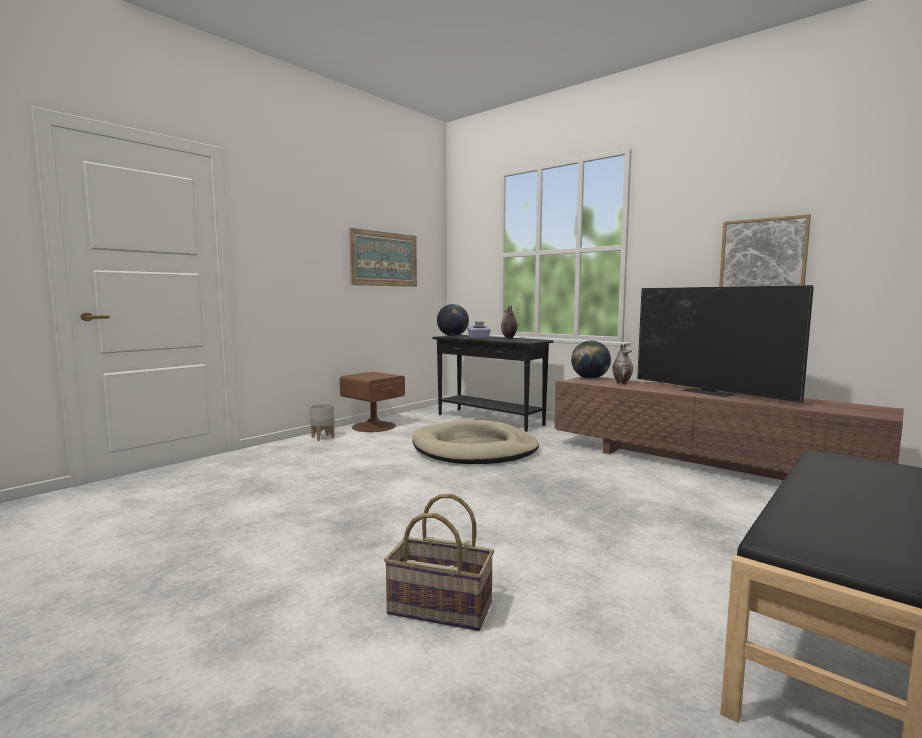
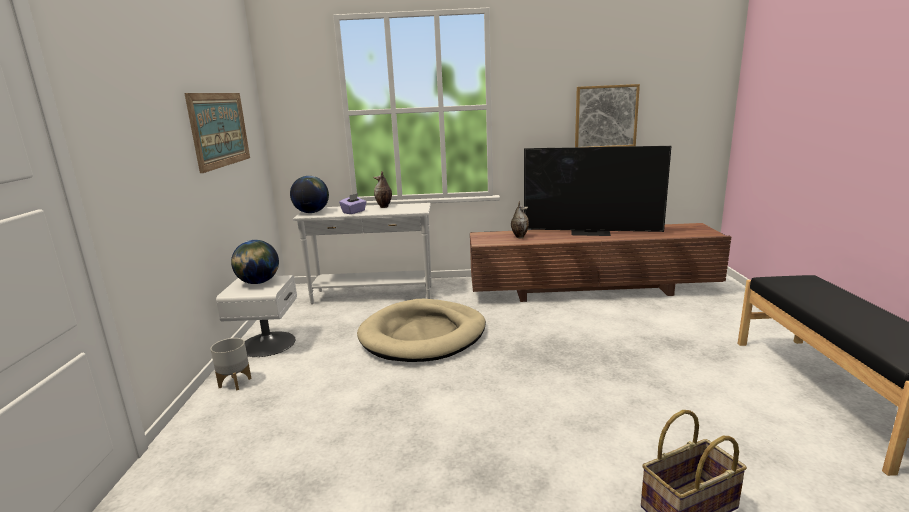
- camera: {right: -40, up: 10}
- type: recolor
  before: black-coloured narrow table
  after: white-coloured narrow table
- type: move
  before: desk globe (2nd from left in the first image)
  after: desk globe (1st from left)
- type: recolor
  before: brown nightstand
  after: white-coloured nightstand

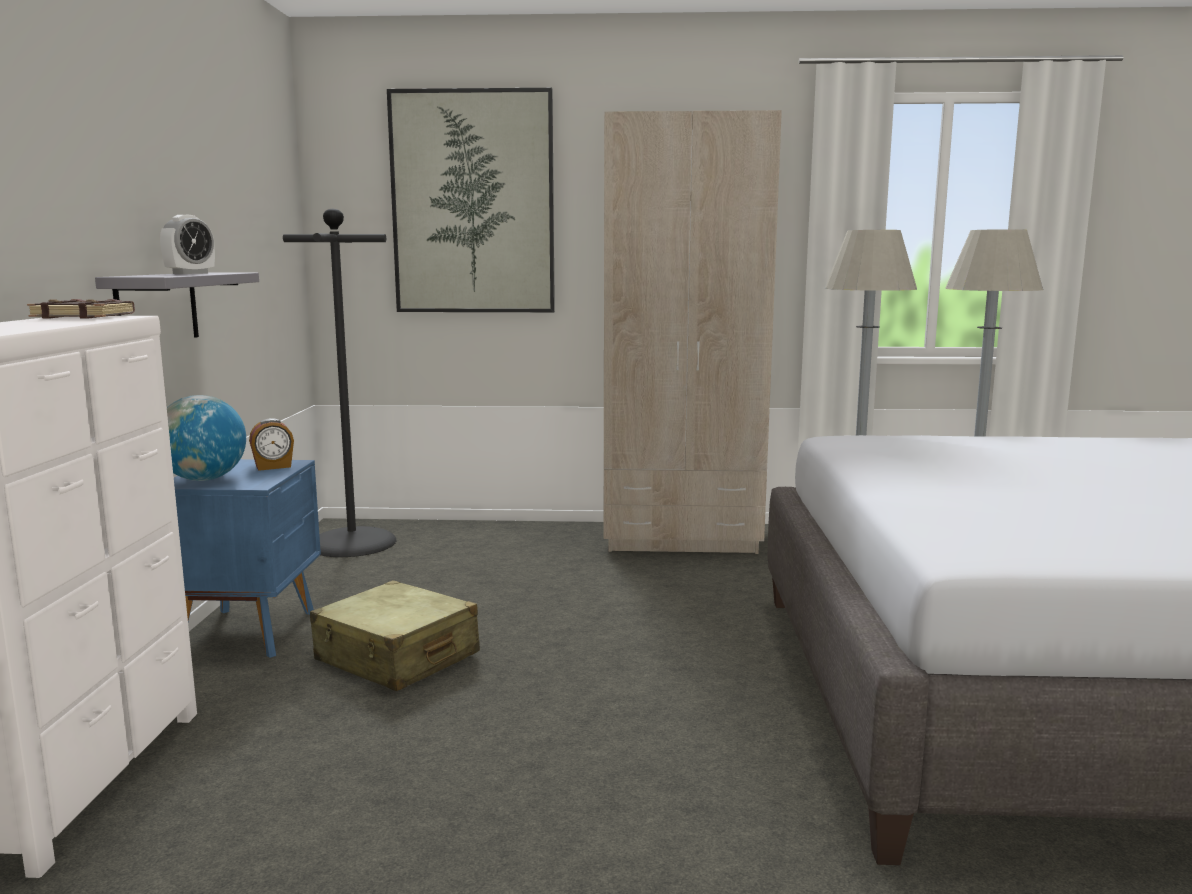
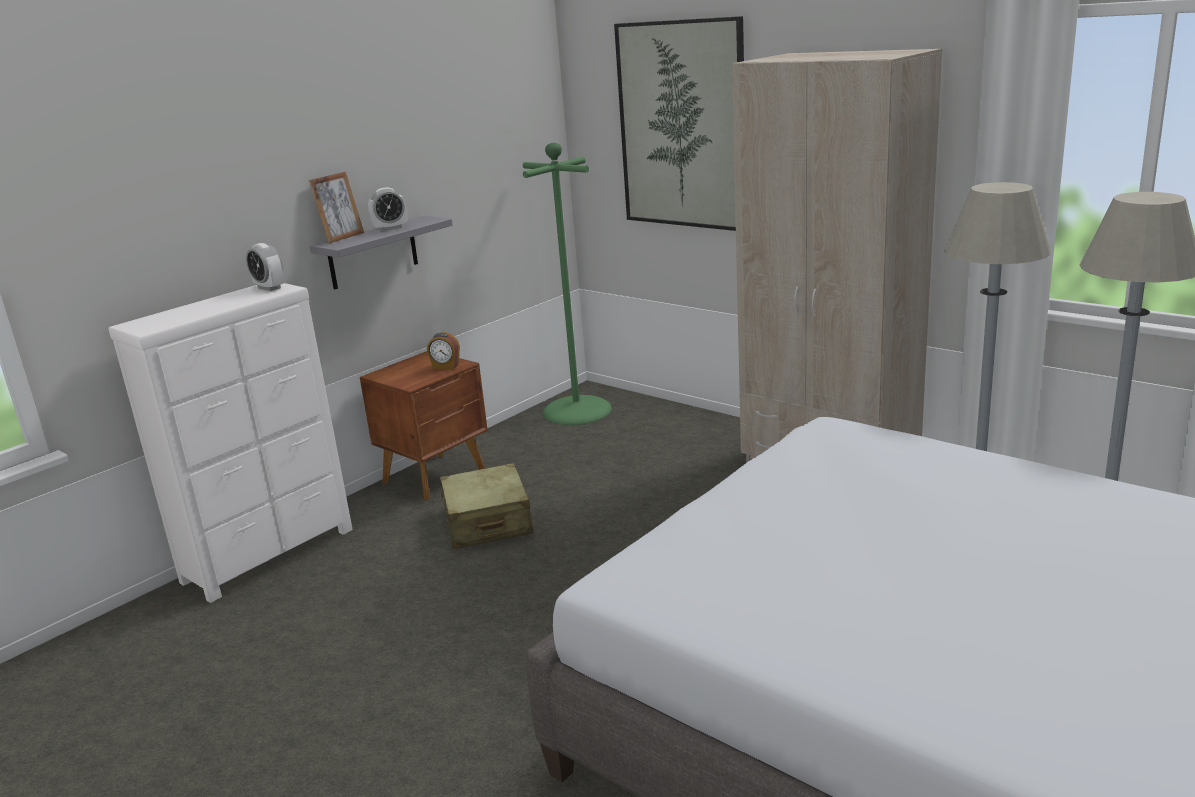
- camera: {right: 40, up: 10}
- type: recolor
  before: black-coloured clothes rack
  after: green-coloured clothes rack
- type: replace
  before: brown book
  after: table clock (1st from left)
- type: delete
  before: desk globe
- type: recolor
  before: blue-coloured nightstand
  after: brown nightstand
- type: insert
  after: picture frame

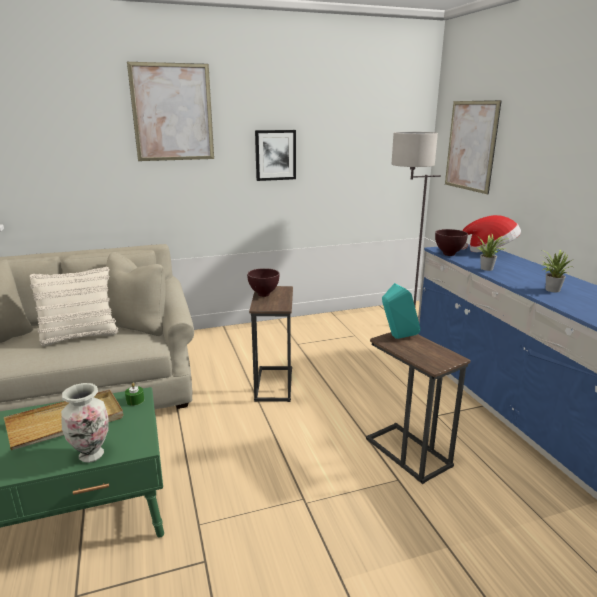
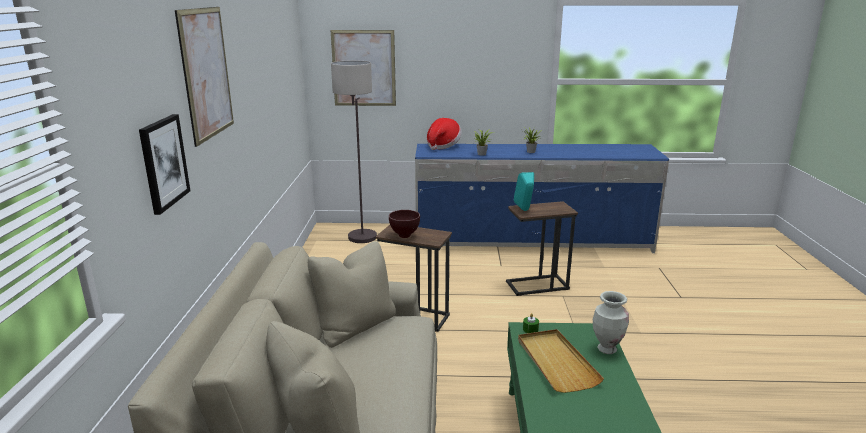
- camera: {right: -70, up: 0}
- type: move
  before: wall art (2nd from left in the first image)
  after: wall art (1st from left)
- type: delete
  before: brown deep dish (2nd from left)
- type: delete
  before: sand-coloured cushion

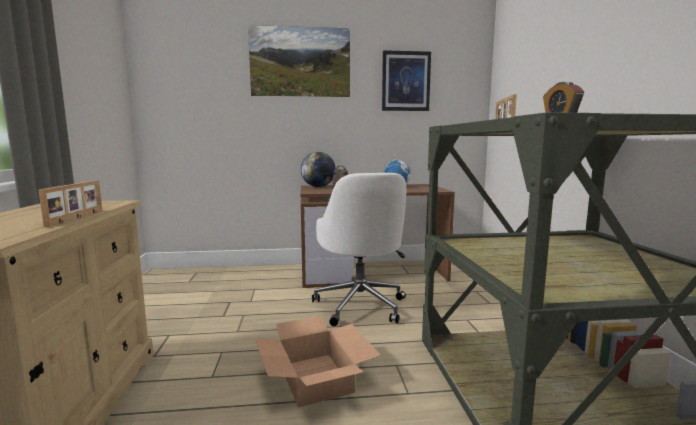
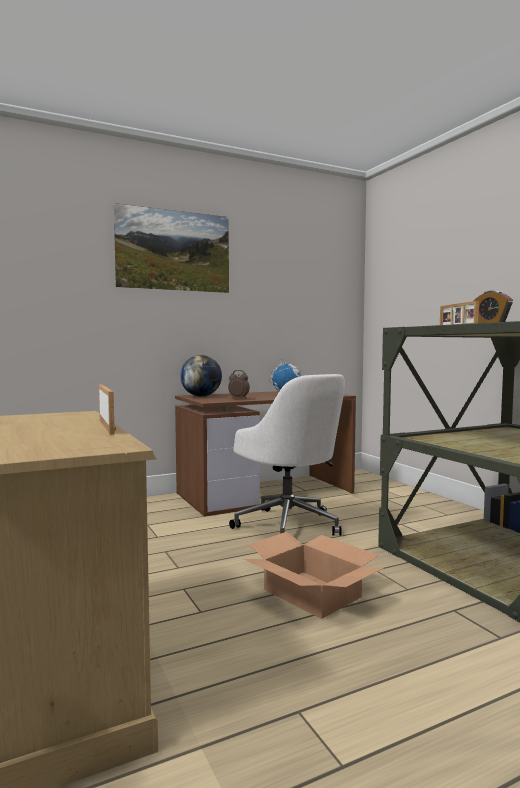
- camera: {right: -20, up: -5}
- type: delete
  before: wall art (2nd from left)

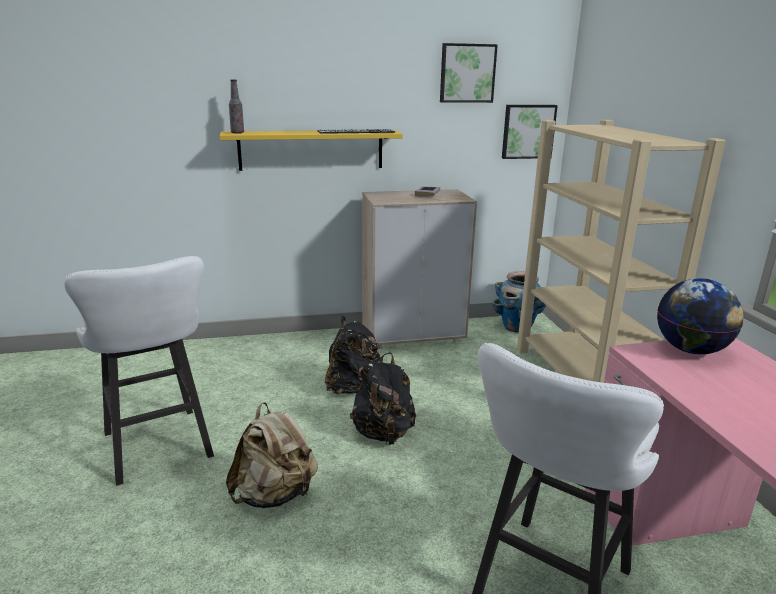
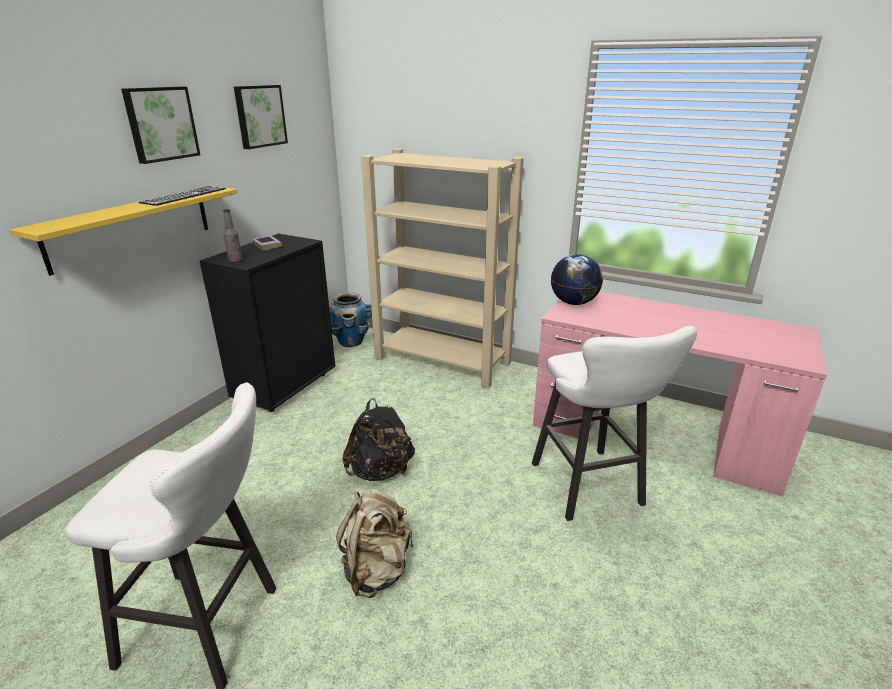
- camera: {right: -50, up: 5}
- type: move
  before: beverage bottle
- type: move
  before: wall art (2nd from left in the first image)
  after: wall art (1st from left)
- type: recolor
  before: sand-coloured cabinet
  after: black-coloured cabinet
- type: delete
  before: black-coloured knapsack (1st from left)

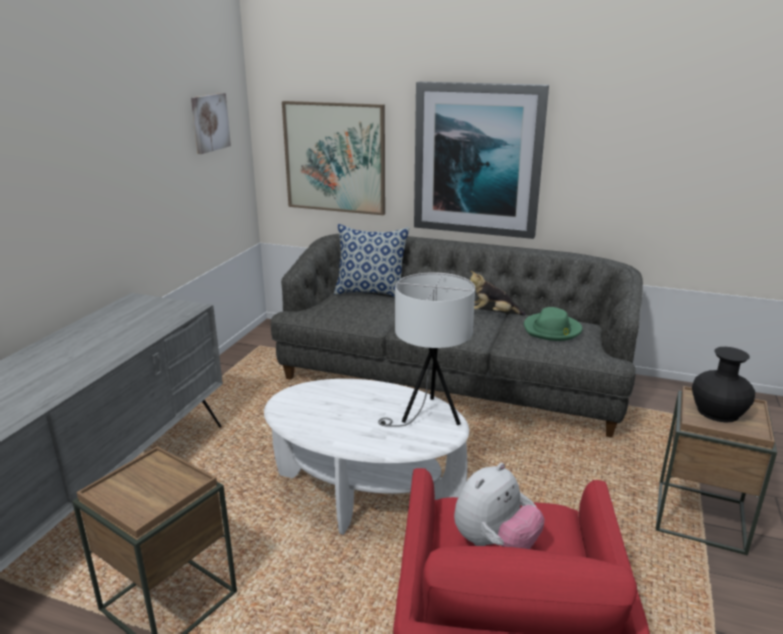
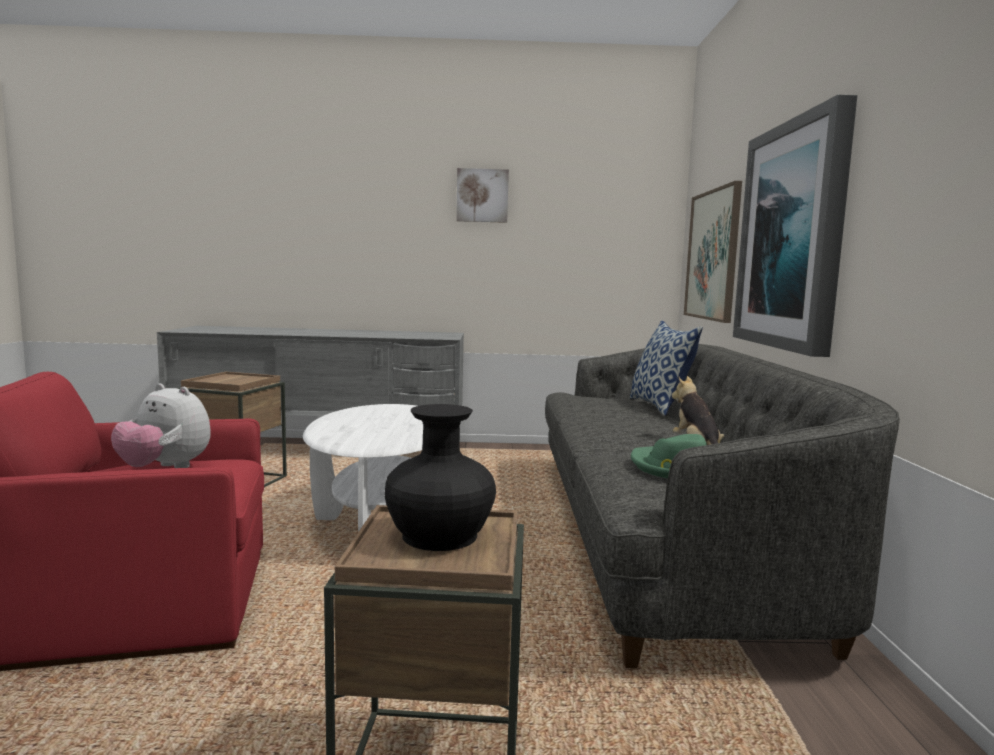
- camera: {right: 70, up: -15}
- type: move
  before: wall art (1st from left)
- type: delete
  before: white-coloured tabletop lamp

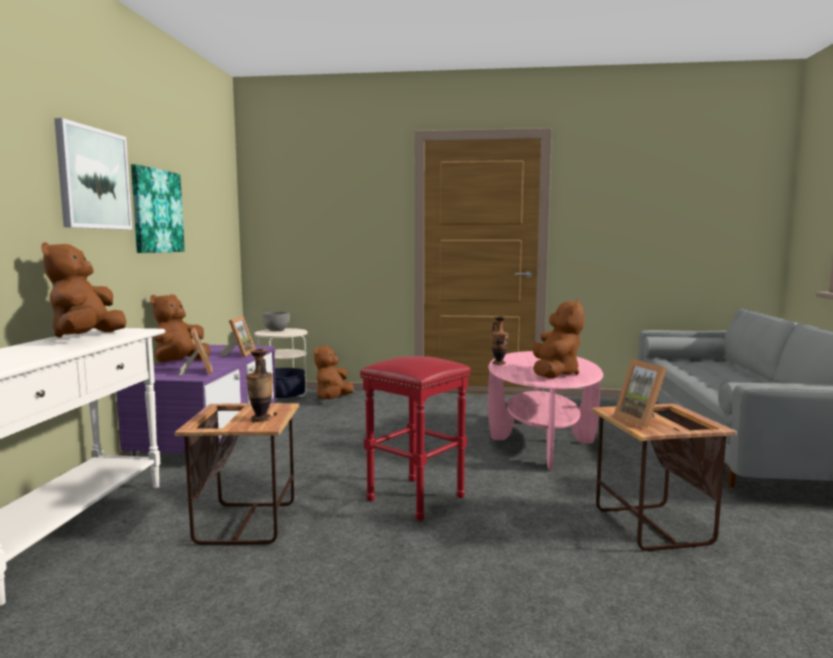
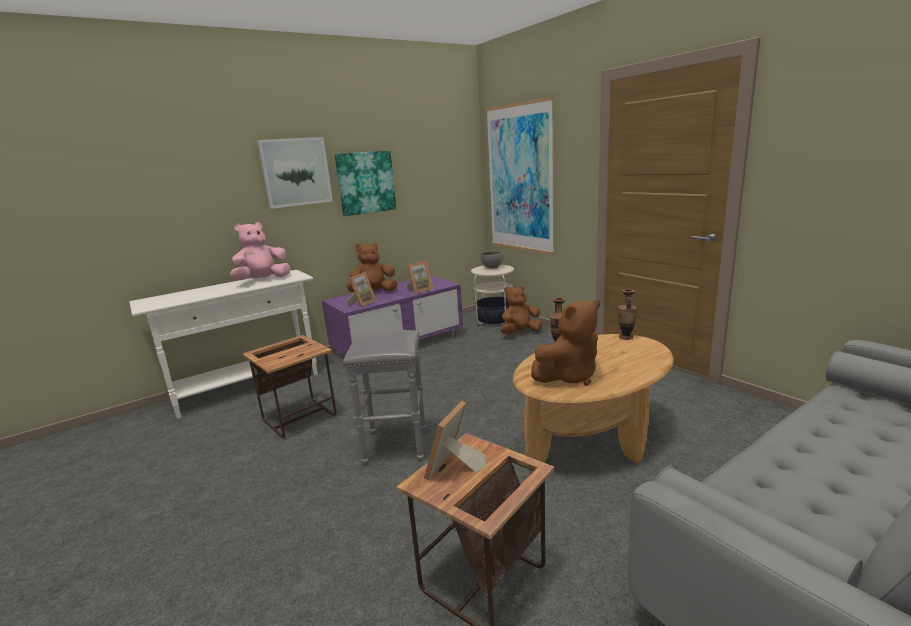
- camera: {right: 50, up: 10}
- type: recolor
  before: brown soft toy (1st from left)
  after: pink soft toy
- type: move
  before: decorative vase (1st from left in the first image)
  after: decorative vase (2nd from left)
- type: recolor
  before: pink lounge table
  after: brown lounge table
- type: recolor
  before: red-coloured stool
  after: grey stool
- type: insert
  after: wall art (3rd from left)

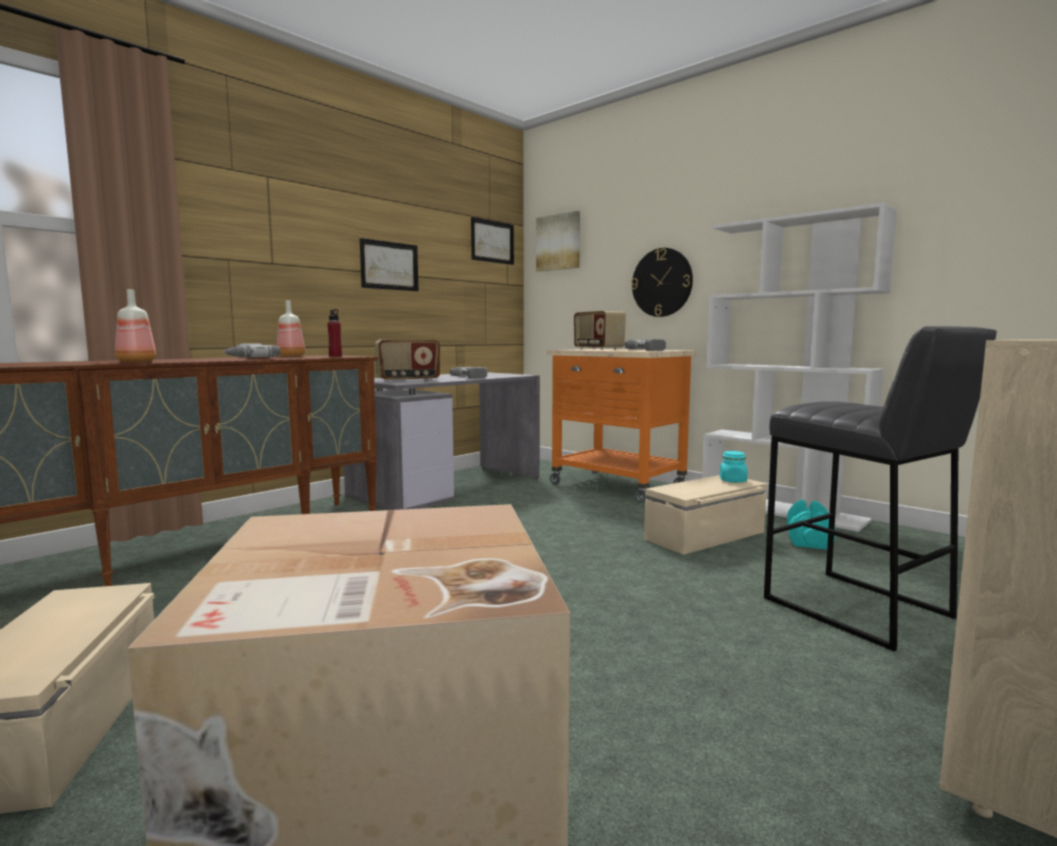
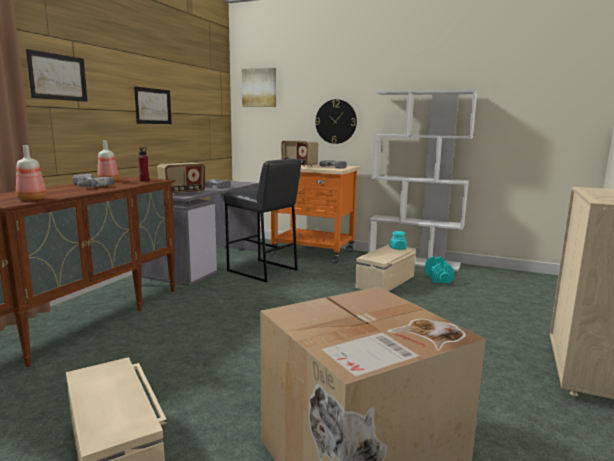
- camera: {right: -20, up: 5}
- type: move
  before: wall art (2nd from left in the first image)
  after: wall art (1st from left)
- type: move
  before: grey stool

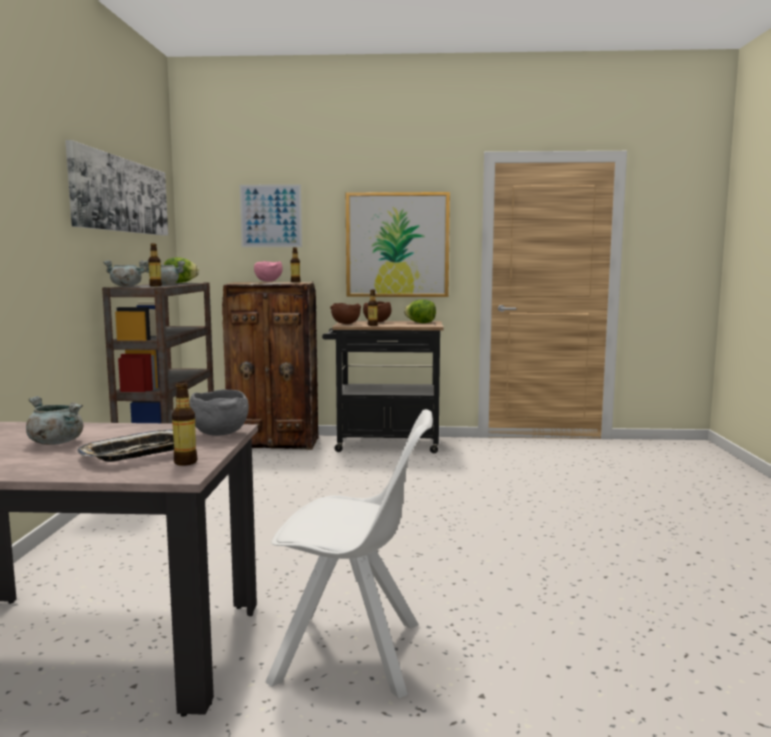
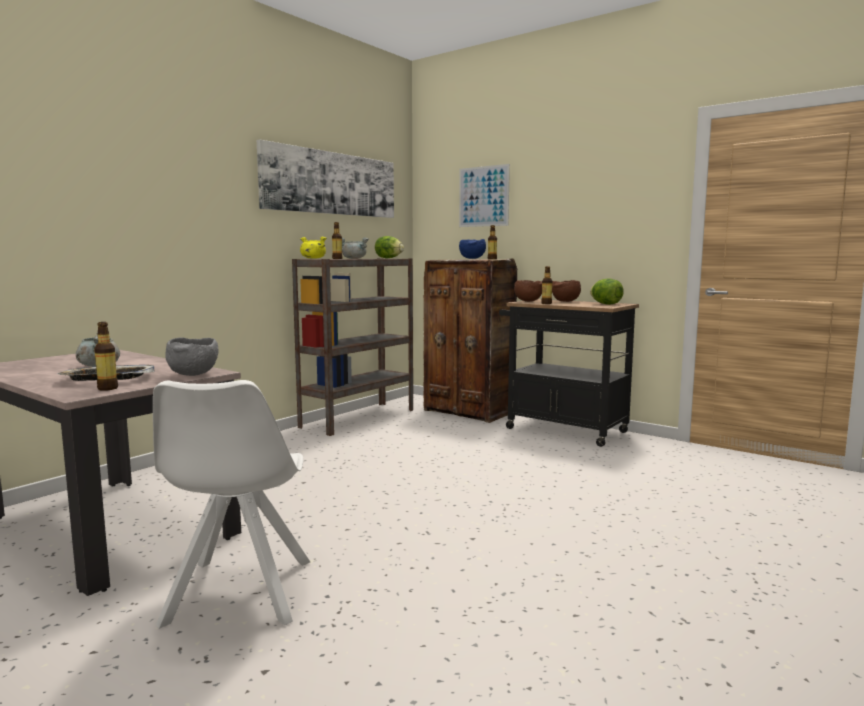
- camera: {right: 35, up: 0}
- type: delete
  before: wall art (3rd from left)
- type: recolor
  before: grey cooking pot (2nd from left)
  after: yellow cooking pot
- type: recolor
  before: pink deep dish
  after: blue-coloured deep dish
- type: rotate
  before: white-coloured chair
  turn: 45

